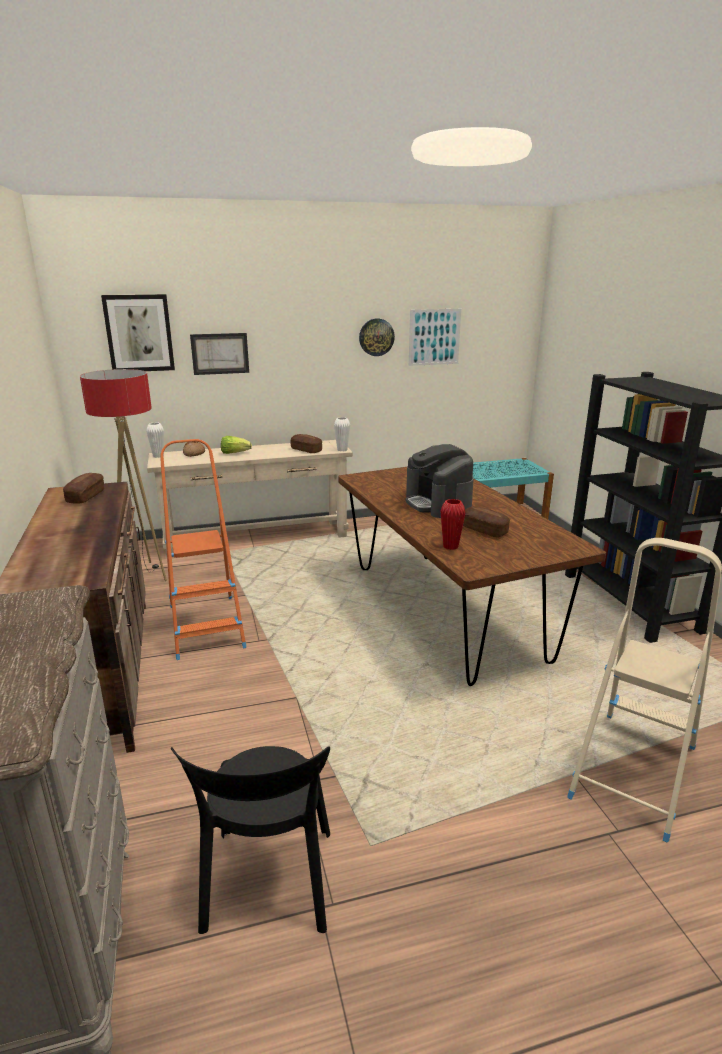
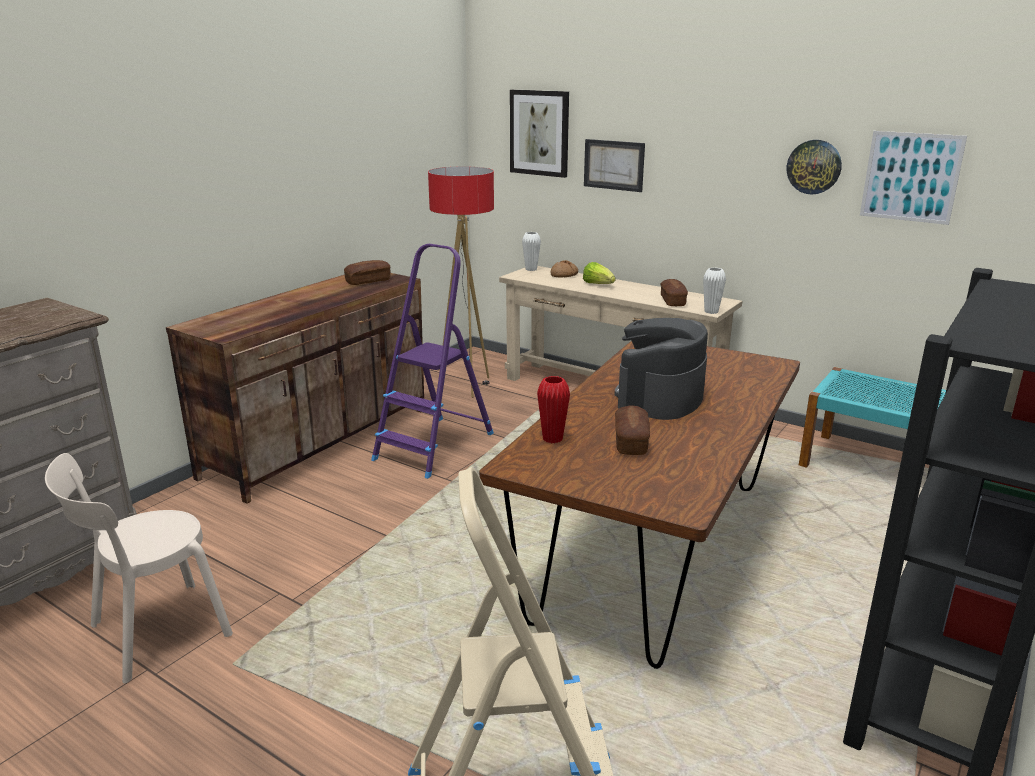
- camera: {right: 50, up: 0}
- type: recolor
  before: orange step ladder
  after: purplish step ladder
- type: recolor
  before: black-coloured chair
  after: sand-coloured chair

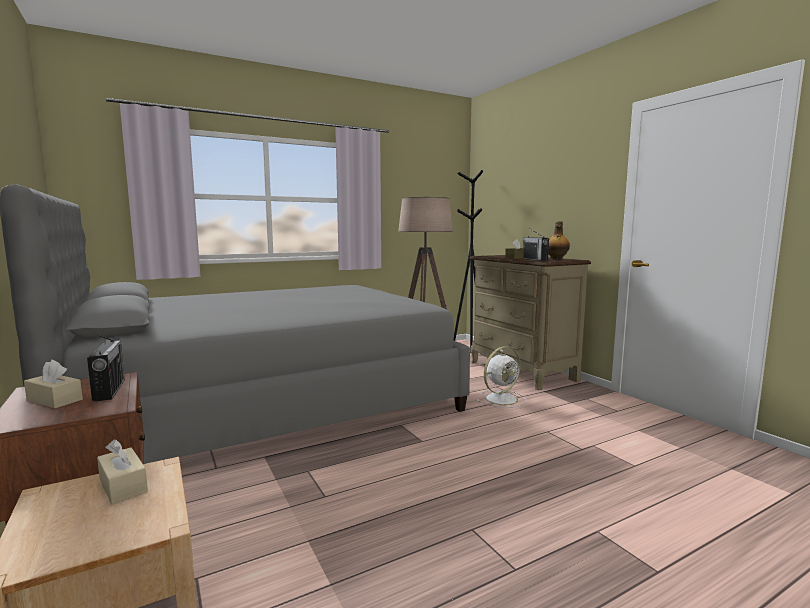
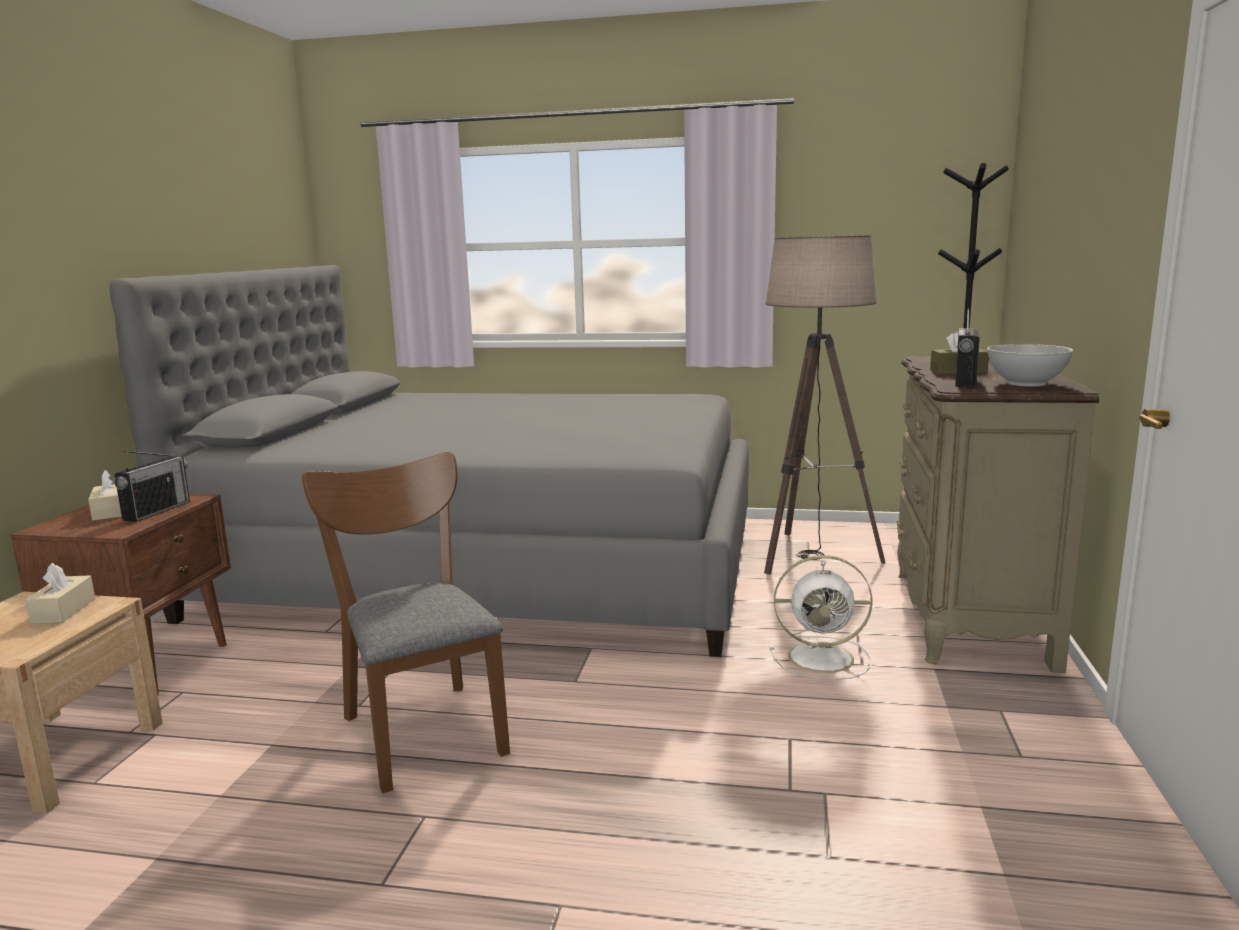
- camera: {right: 40, up: 5}
- type: replace
  before: beverage bottle
  after: white-coloured deep dish
- type: insert
  after: brown chair

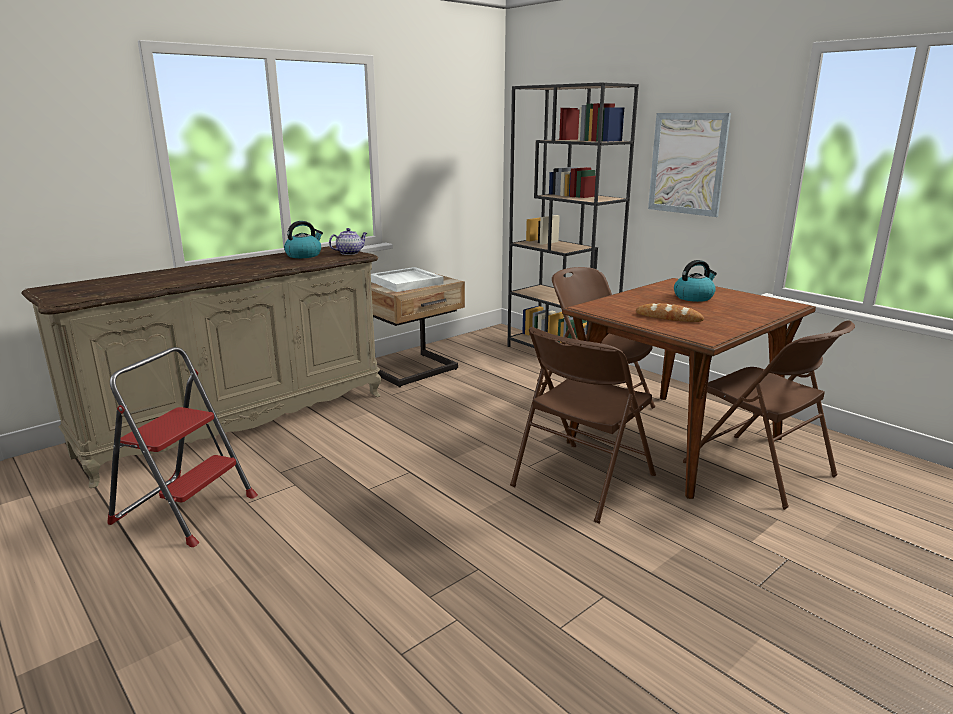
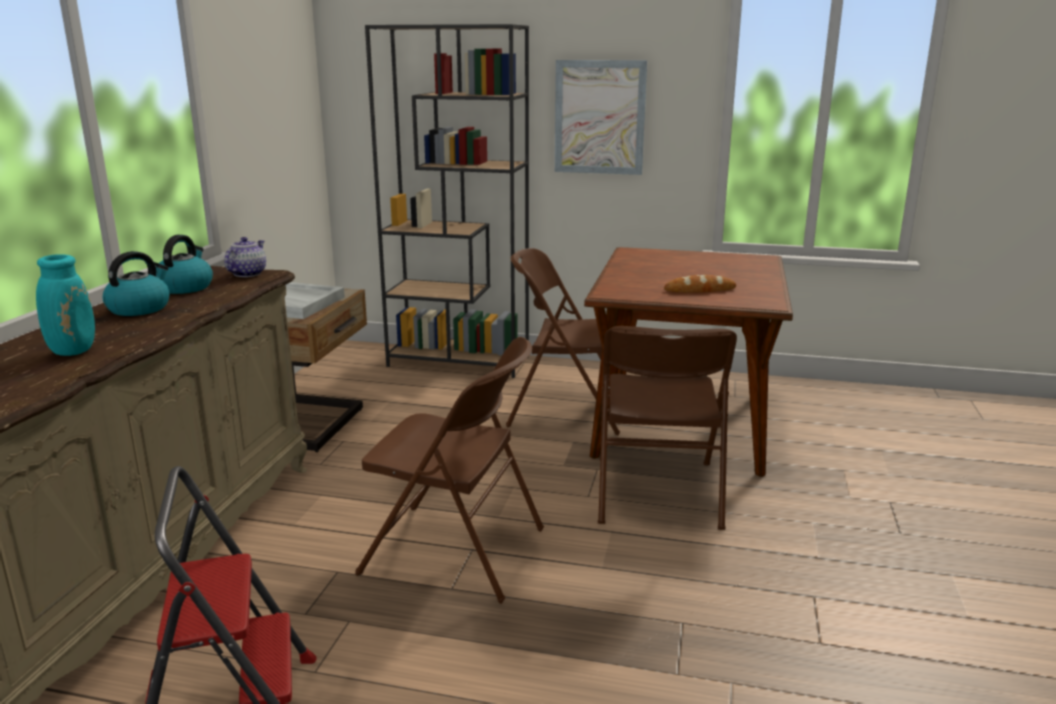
- camera: {right: -35, up: 0}
- type: move
  before: kettle (2nd from left in the first image)
  after: kettle (1st from left)
- type: move
  before: brown chair (3rd from left in the first image)
  after: brown chair (1st from left)
- type: insert
  after: turquoise decorative vase

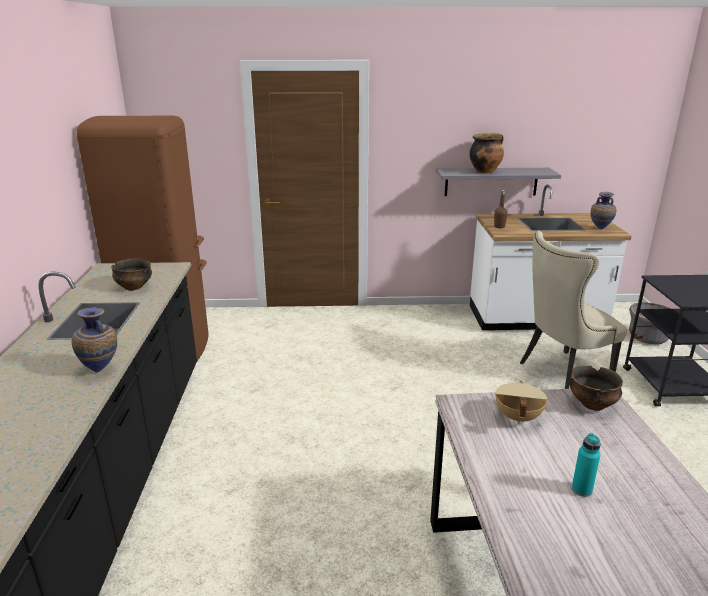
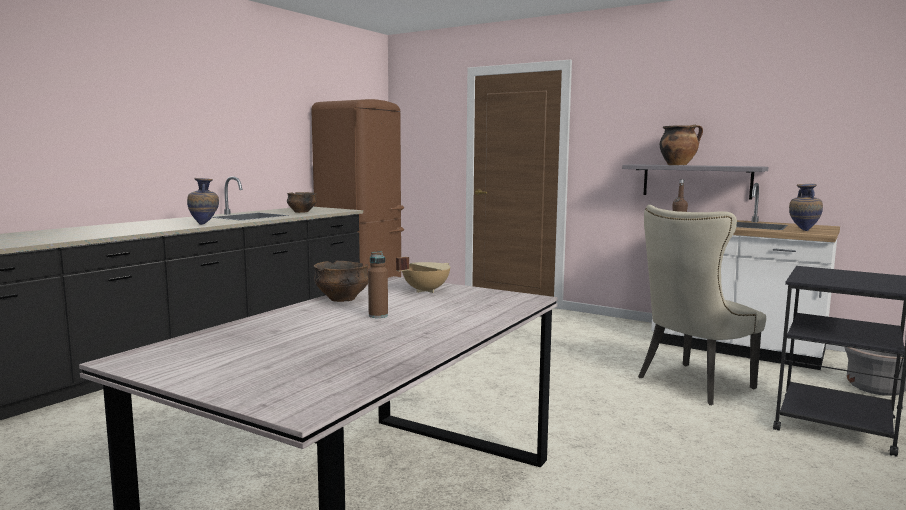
- camera: {right: 35, up: -15}
- type: rotate
  before: sand-coloured chair
  turn: -45
- type: move
  before: deep dish (2nd from left)
- type: recolor
  before: turquoise beverage bottle
  after: brown beverage bottle (1st from left)

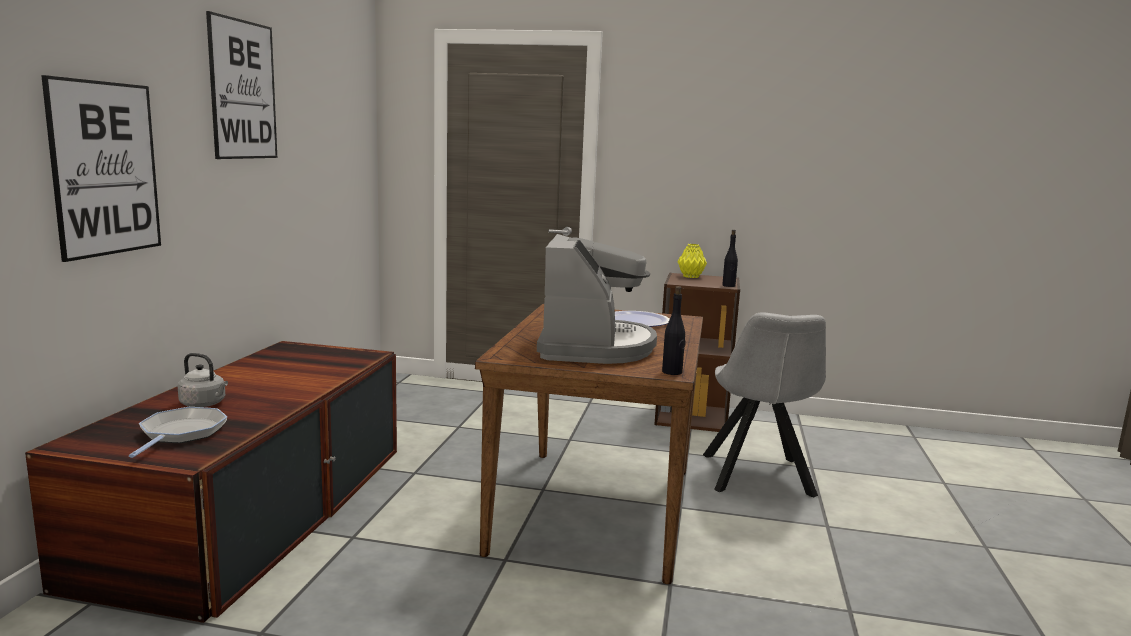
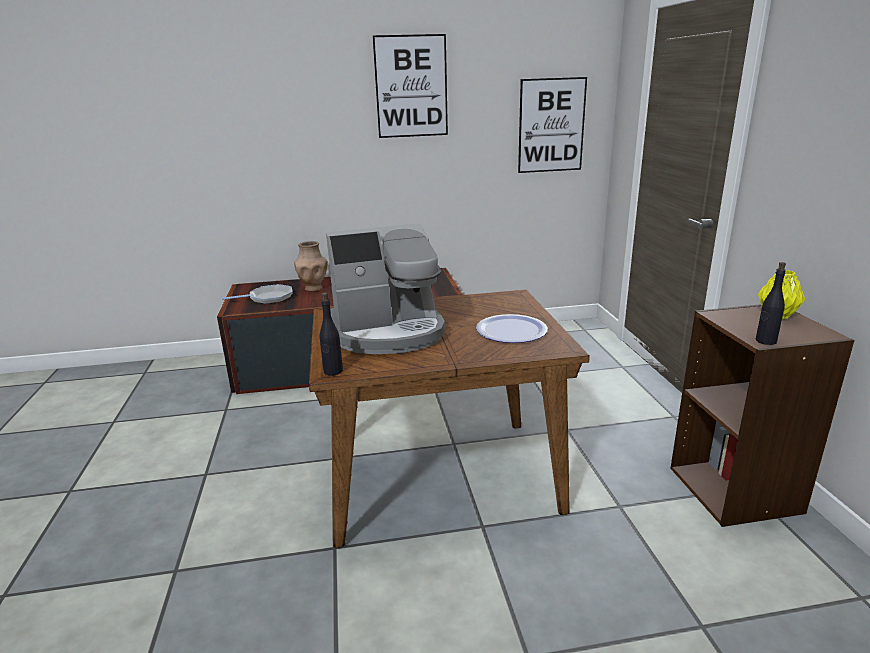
- camera: {right: 70, up: 10}
- type: move
  before: wall art (1st from left in the first image)
  after: wall art (2nd from left)
- type: delete
  before: grey chair
- type: replace
  before: grey kettle
  after: brown decorative vase

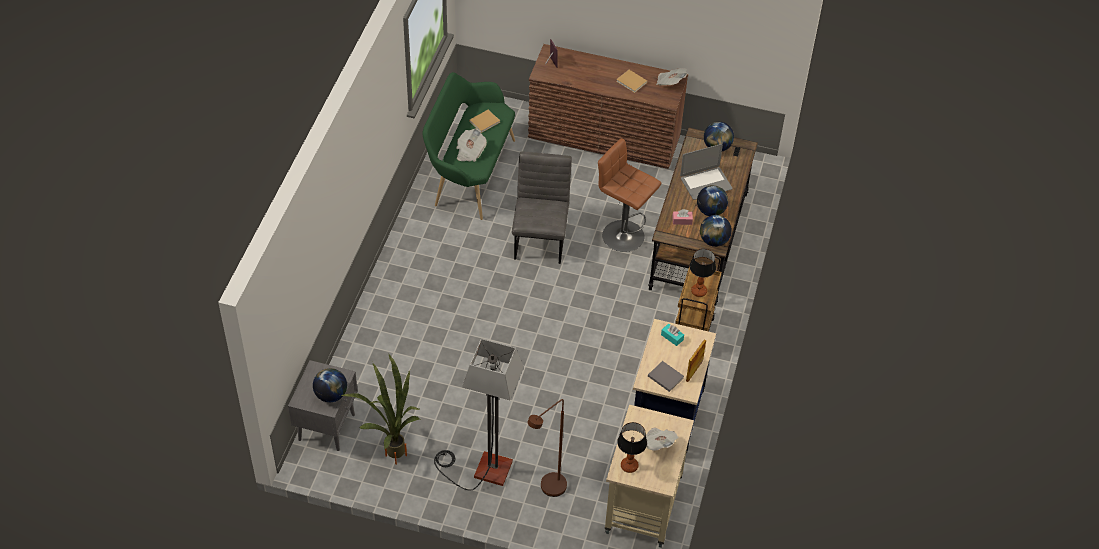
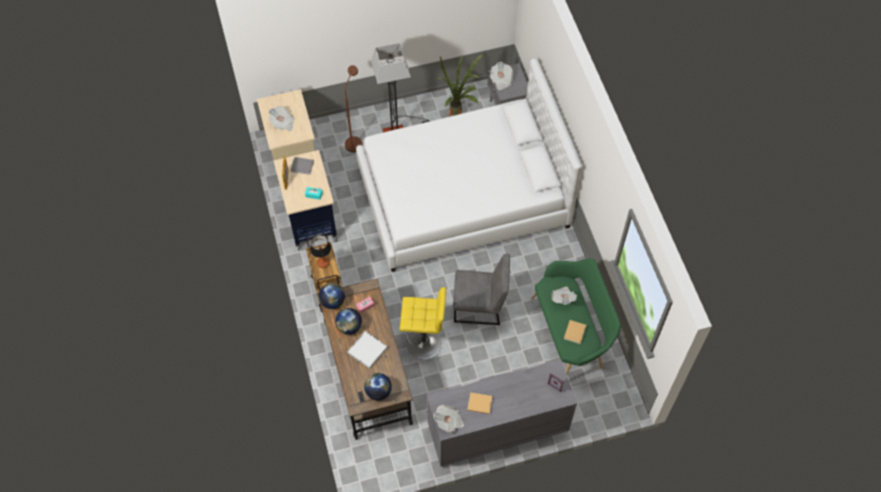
- camera: {right: 150, up: 10}
- type: recolor
  before: brown chest of drawers
  after: grey chest of drawers
- type: recolor
  before: brown stool
  after: yellow stool
- type: replace
  before: notebook computer
  after: white-coloured tray
- type: rotate
  before: grey chair
  turn: -60
- type: replace
  before: desk globe (1st from left)
  after: newspaper (3rd from left)
- type: delete
  before: tabletop lamp (1st from left)
- type: insert
  after: white-coloured bedroom bed

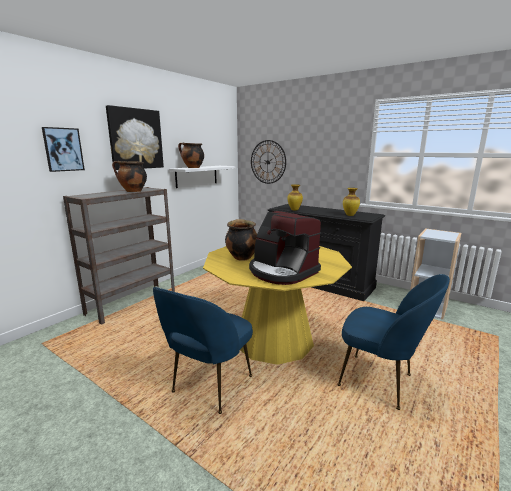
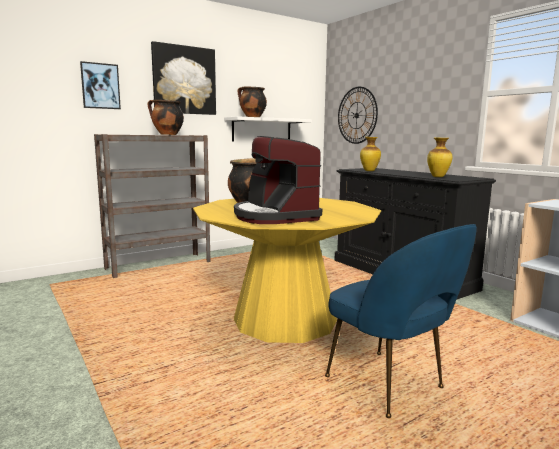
- camera: {right: 20, up: -5}
- type: delete
  before: blue-coloured chair (1st from left)

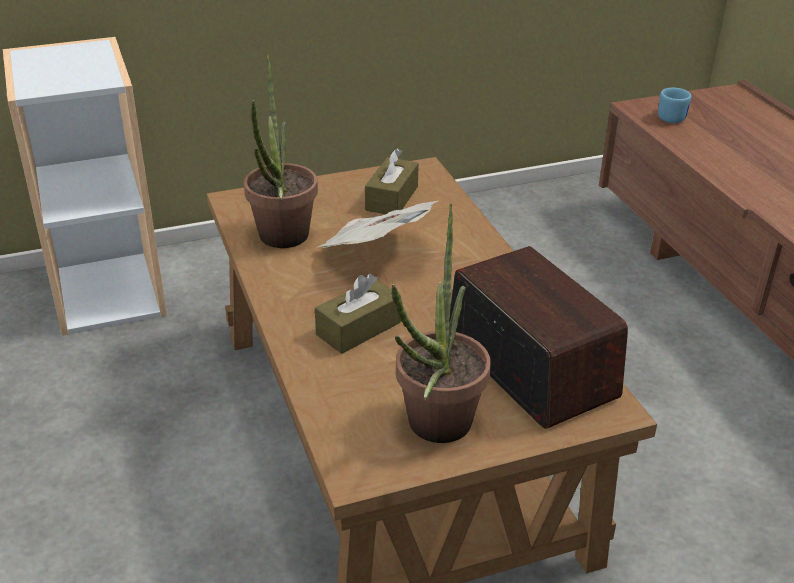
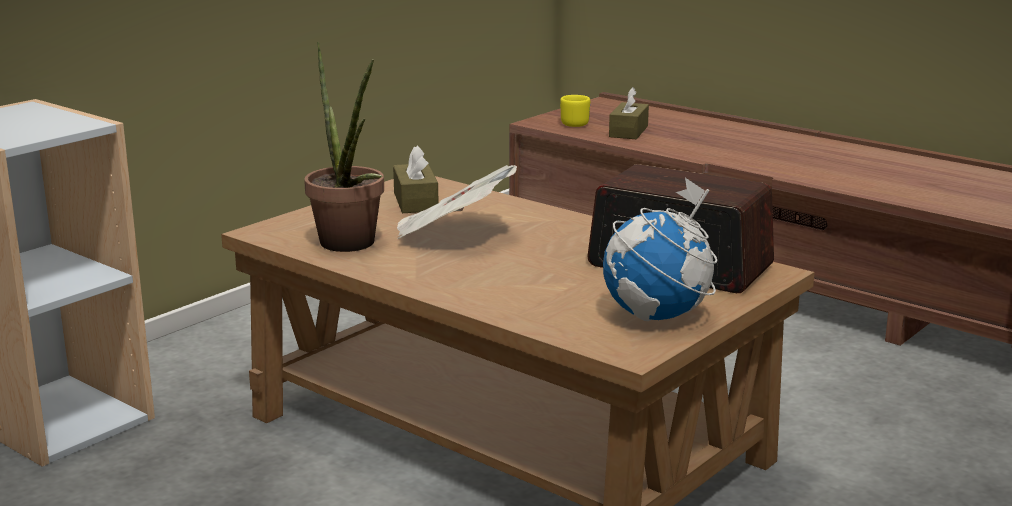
- camera: {right: -30, up: -15}
- type: recolor
  before: blue-coloured coffee mug
  after: yellow coffee mug
- type: replace
  before: potted plant (2nd from left)
  after: desk globe
- type: move
  before: brown box of tissues (1st from left in the first image)
  after: brown box of tissues (2nd from left)

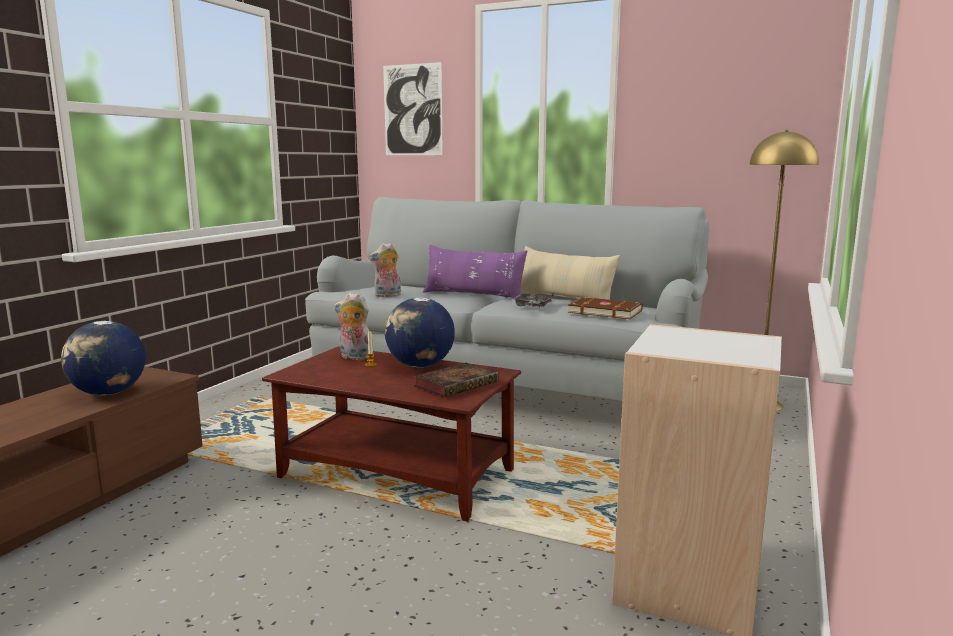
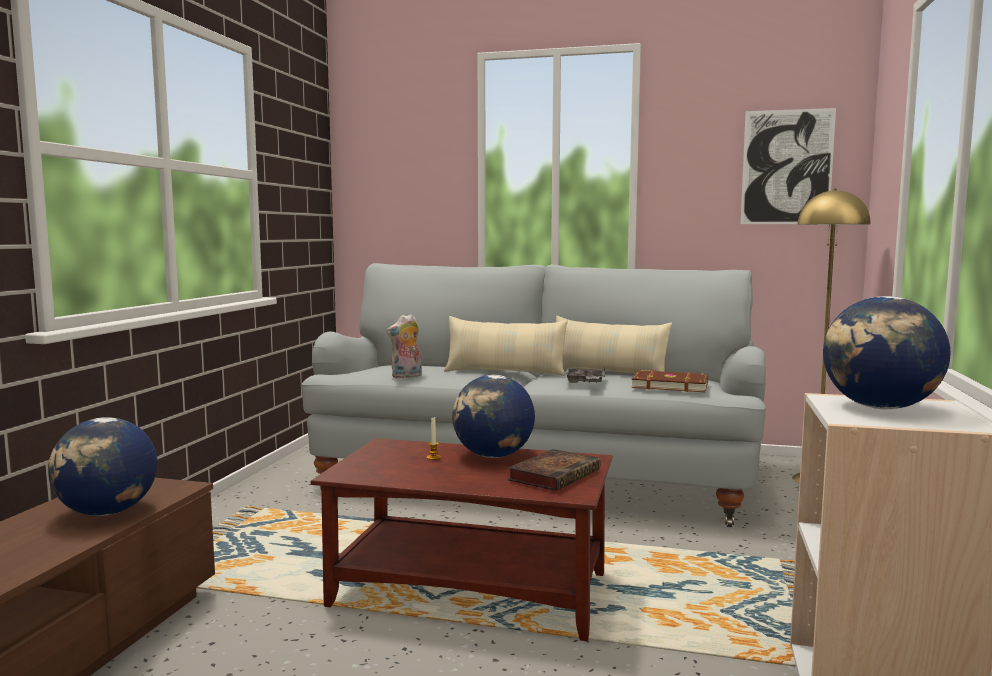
- camera: {right: -10, up: -5}
- type: move
  before: wall art
- type: recolor
  before: purplish cushion
  after: sand-coloured cushion (1st from left)
- type: delete
  before: soft toy (1st from left)
- type: insert
  after: desk globe (3rd from left)

